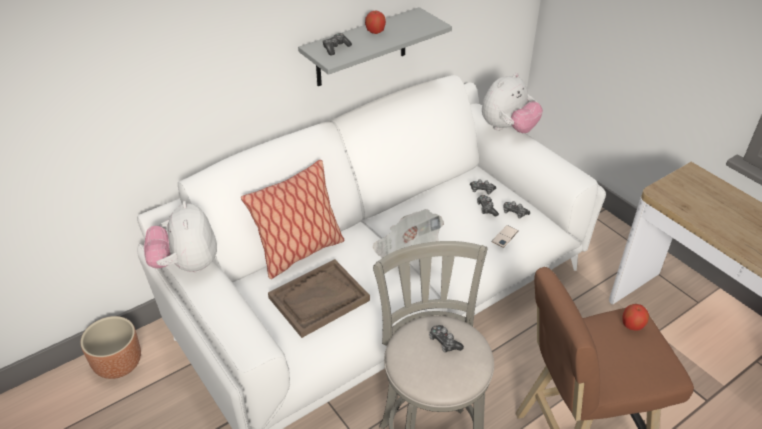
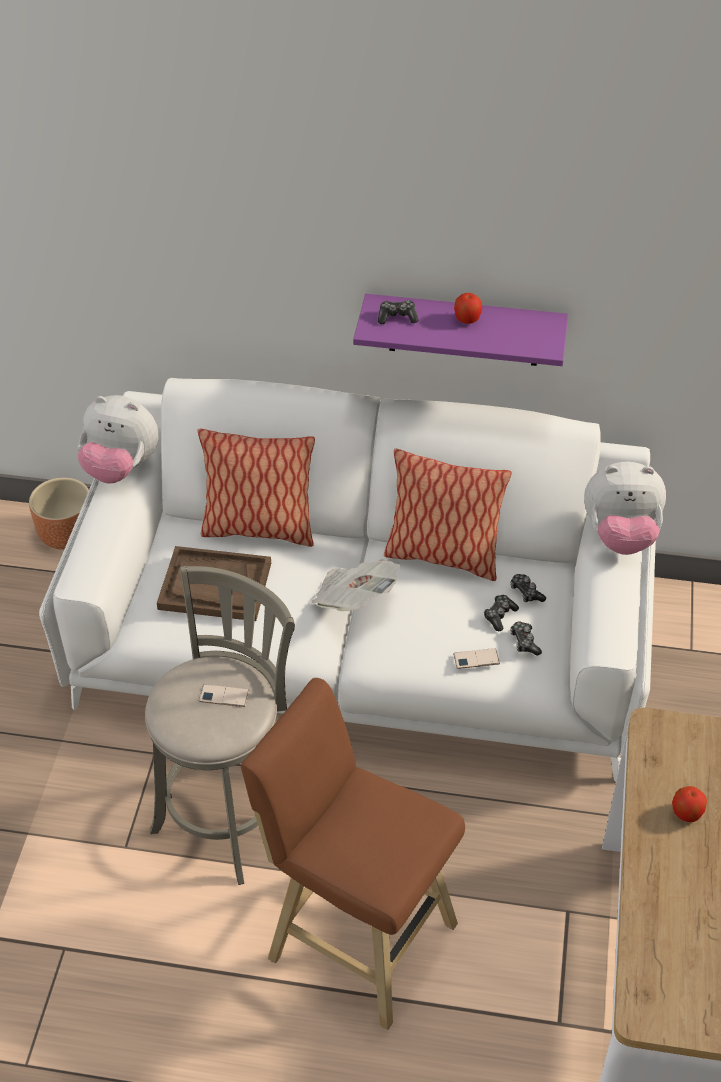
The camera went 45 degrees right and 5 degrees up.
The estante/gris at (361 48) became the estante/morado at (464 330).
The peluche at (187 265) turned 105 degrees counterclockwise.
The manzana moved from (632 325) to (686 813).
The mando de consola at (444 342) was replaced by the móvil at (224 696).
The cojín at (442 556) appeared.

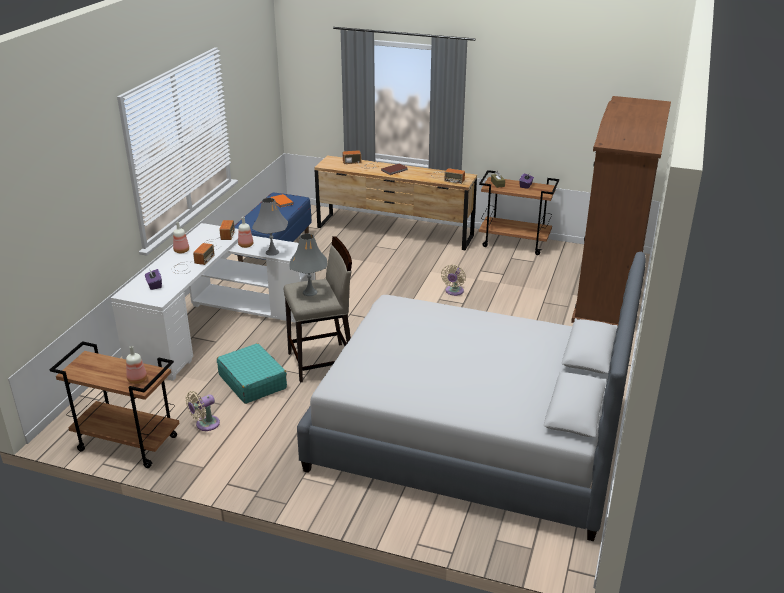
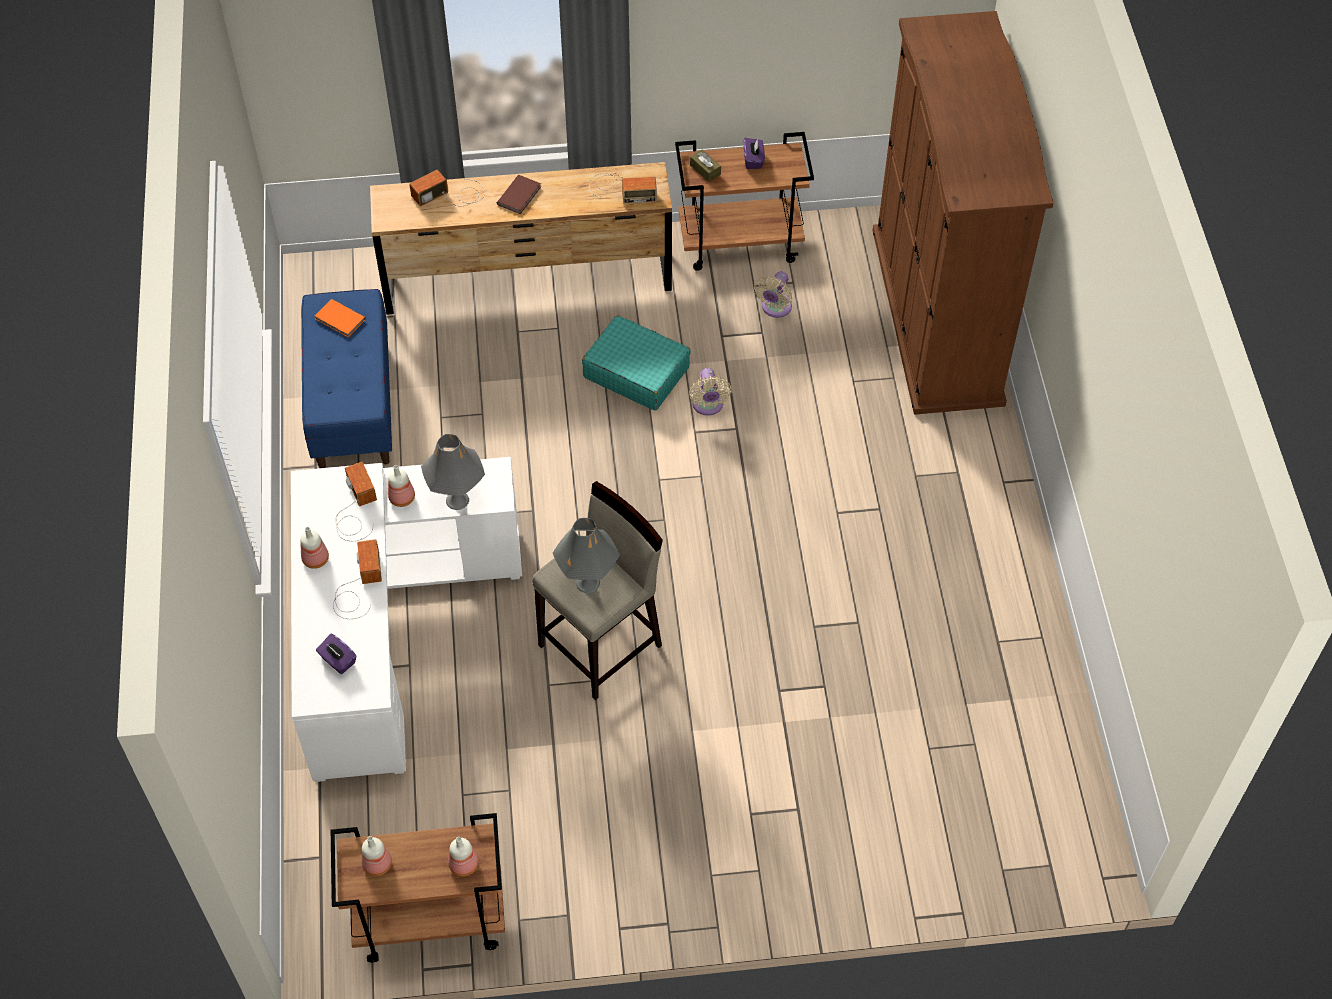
The camera went 25 degrees left and 25 degrees up.
The cama/gris at (469 435) disappeared.
The maleta/turquesa moved from (252 381) to (636 372).
The ventilador/beis moved from (205 424) to (775 308).
The botella at (377 863) appeared.

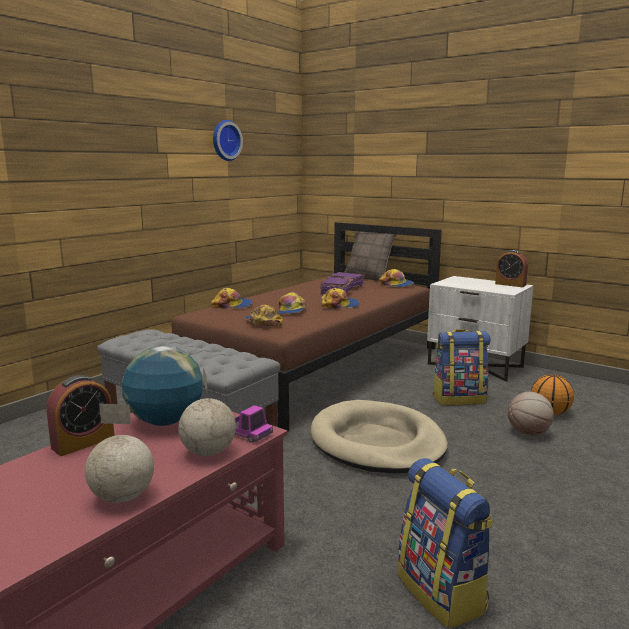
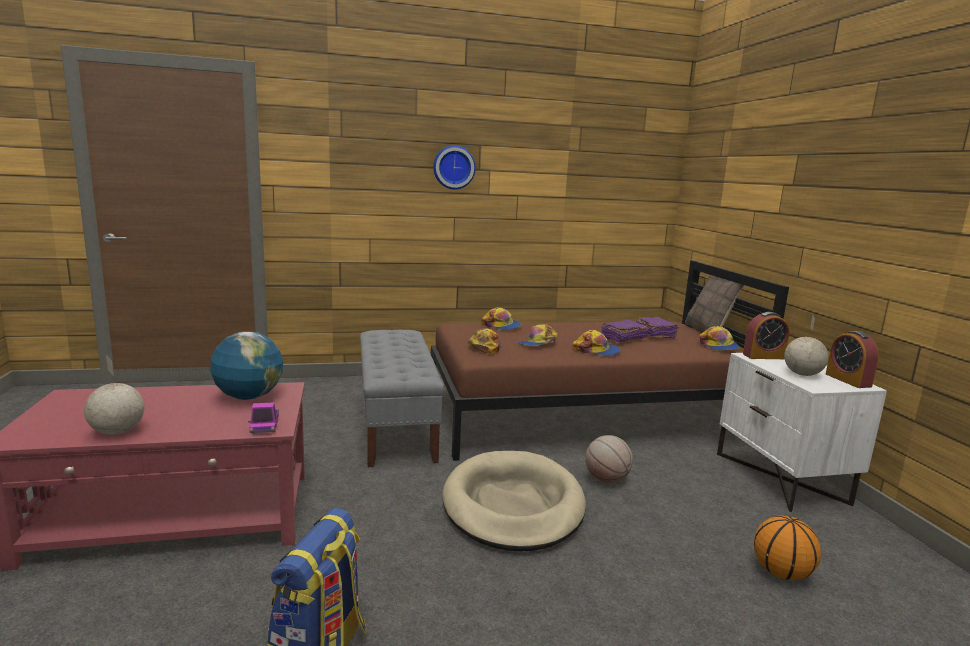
The camera went 40 degrees right and 0 degrees up.
The reloj de pared moved from (225 140) to (453 167).
The mochila at (459 399) disappeared.
The globo terráqueo moved from (209 452) to (802 374).
The despertador moved from (83 442) to (763 356).
The balón de baloncesto moved from (528 433) to (606 479).

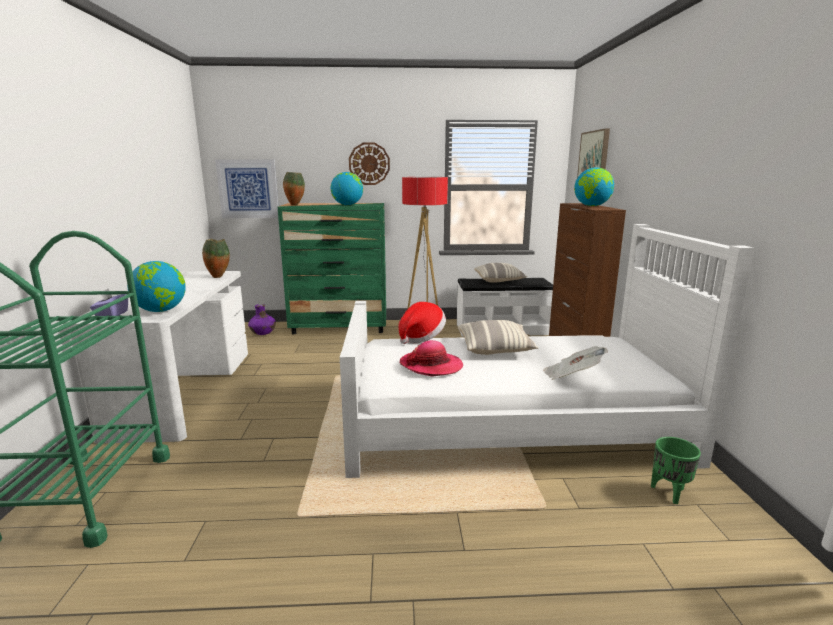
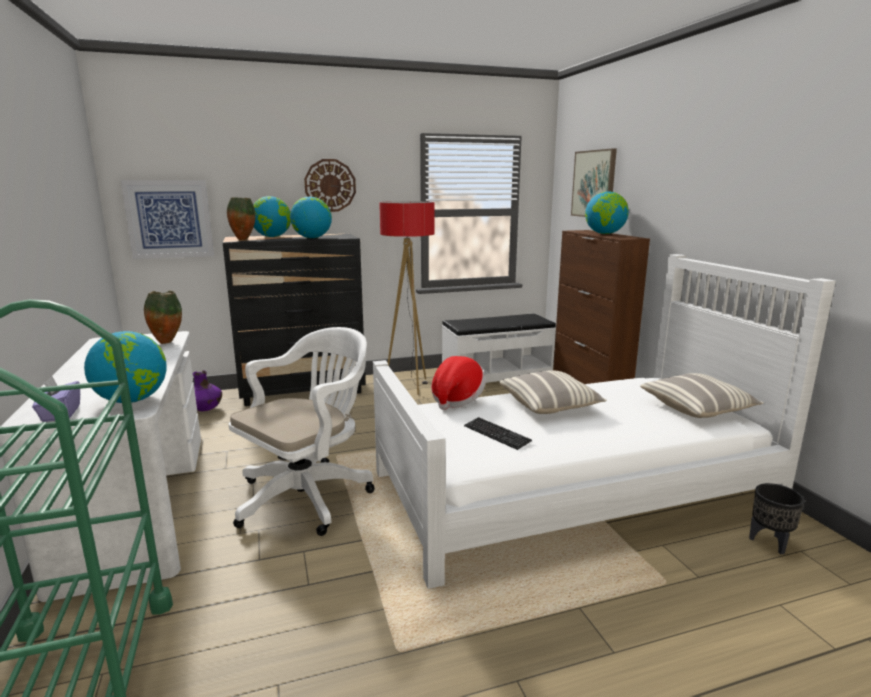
The camera went 15 degrees left and 0 degrees up.
The cómoda/verde at (340 327) became the cómoda/negro at (303 391).
The cojín moved from (499 281) to (697 408).
The sombrero at (431 366) was replaced by the teclado at (496 434).
The periódico at (571 377) disappeared.
The maceta/verde at (669 493) became the maceta/negro at (770 543).
The globo terráqueo at (272 236) appeared.
The silla de oficina/blanco at (309 495) appeared.

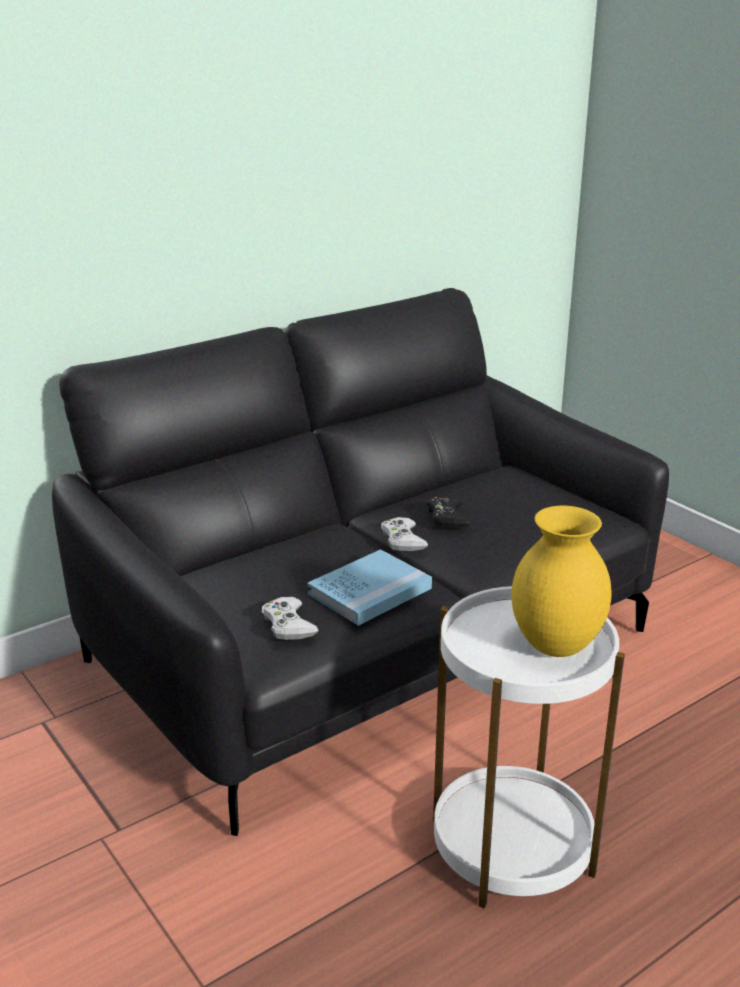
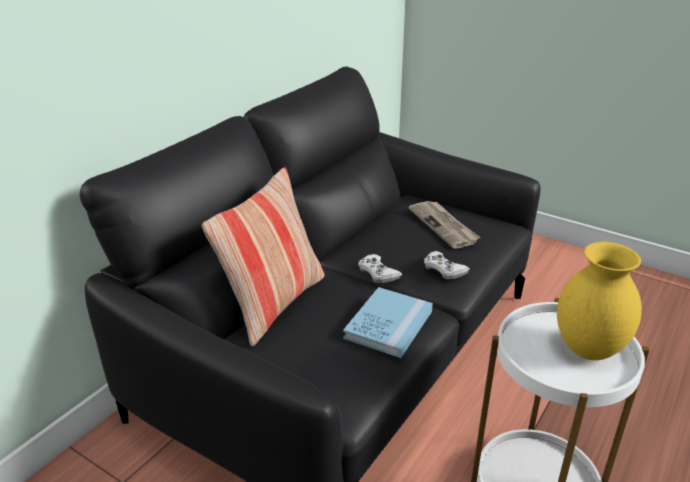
The camera went 20 degrees left and 5 degrees up.
The mando de consola/negro at (447 517) disappeared.
The mando de consola/blanco moved from (288 624) to (444 269).
The cojín at (274 303) appeared.
The periódico at (444 226) appeared.

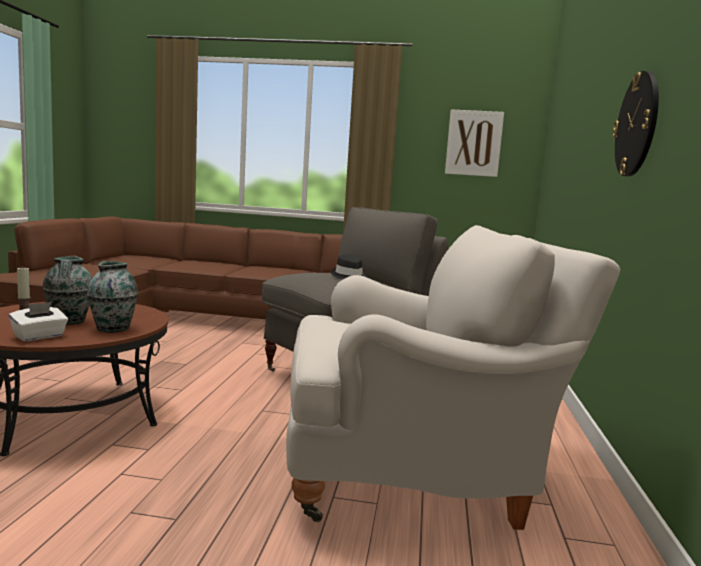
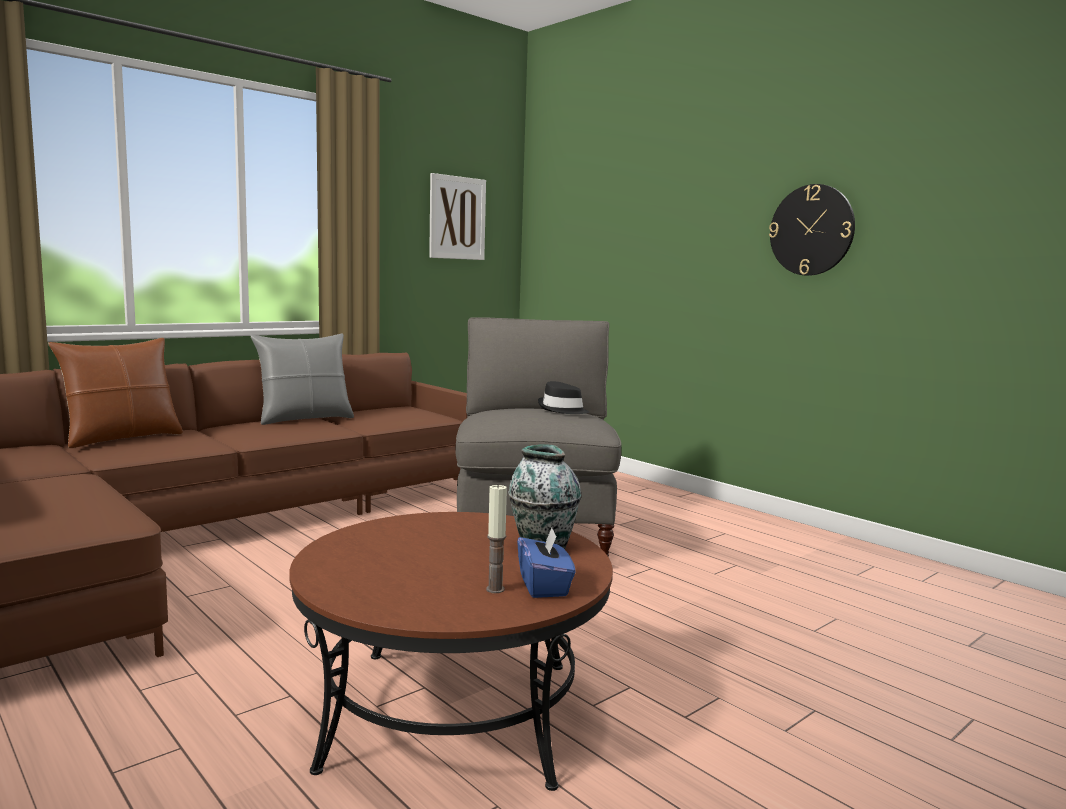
The camera went 50 degrees left and 0 degrees up.
The sillón/blanco at (414 471) disappeared.
The florero at (69 322) disappeared.
The caja de pañuelos/blanco at (39 336) became the caja de pañuelos/azul at (544 586).
The cojín/gris at (304 419) appeared.
The cojín/marrón at (122 438) appeared.

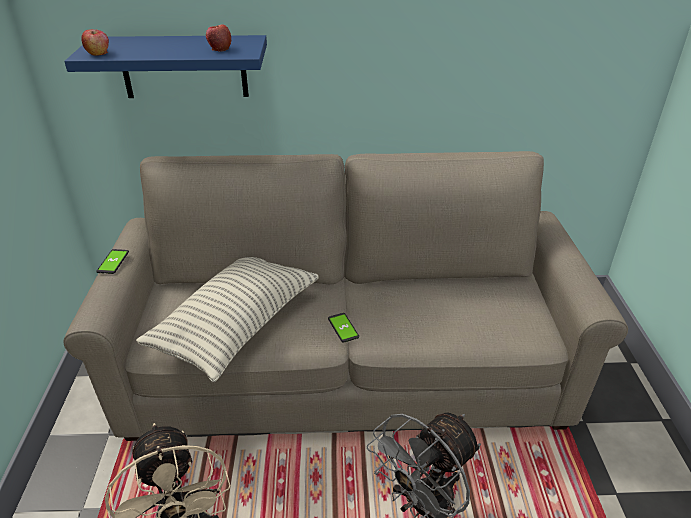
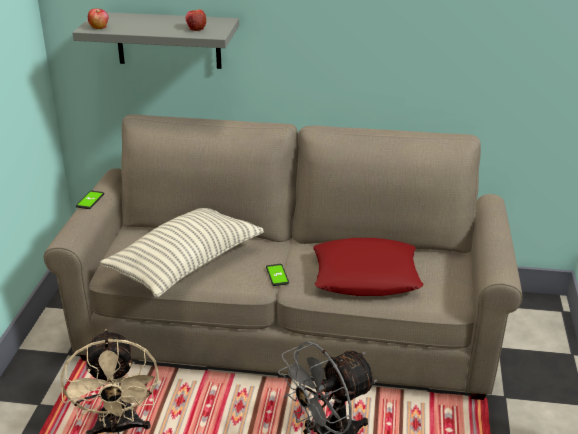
The camera went 10 degrees right and 5 degrees down.
The estante/azul at (184 67) became the estante/gris at (168 40).
The cojín/rojo at (366 276) appeared.

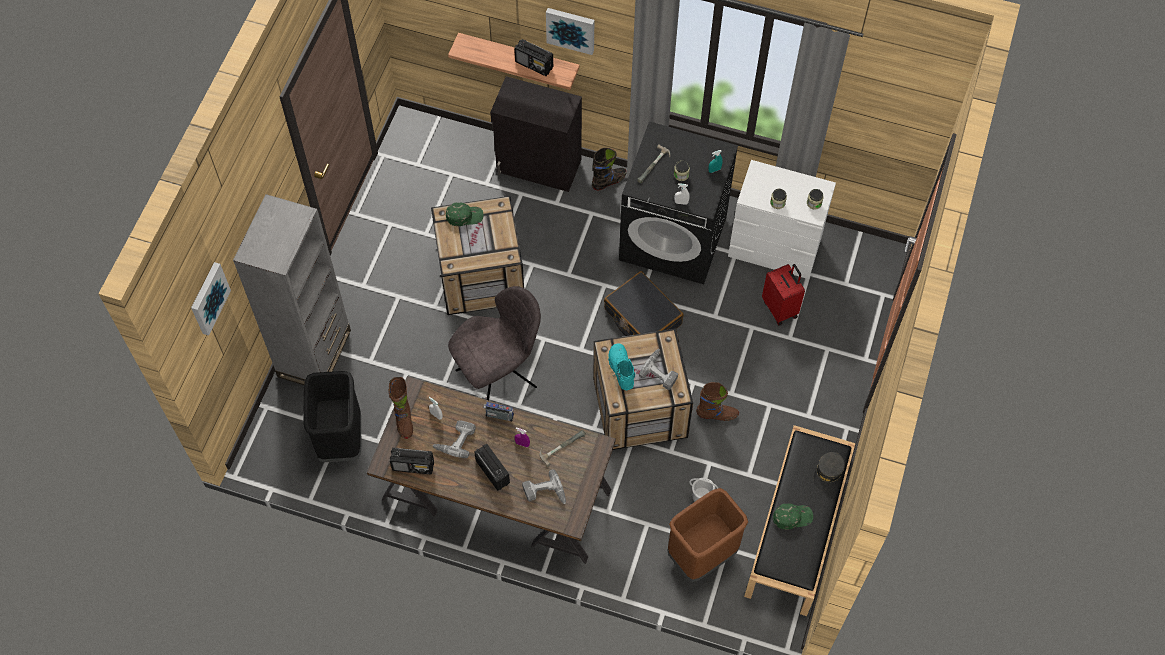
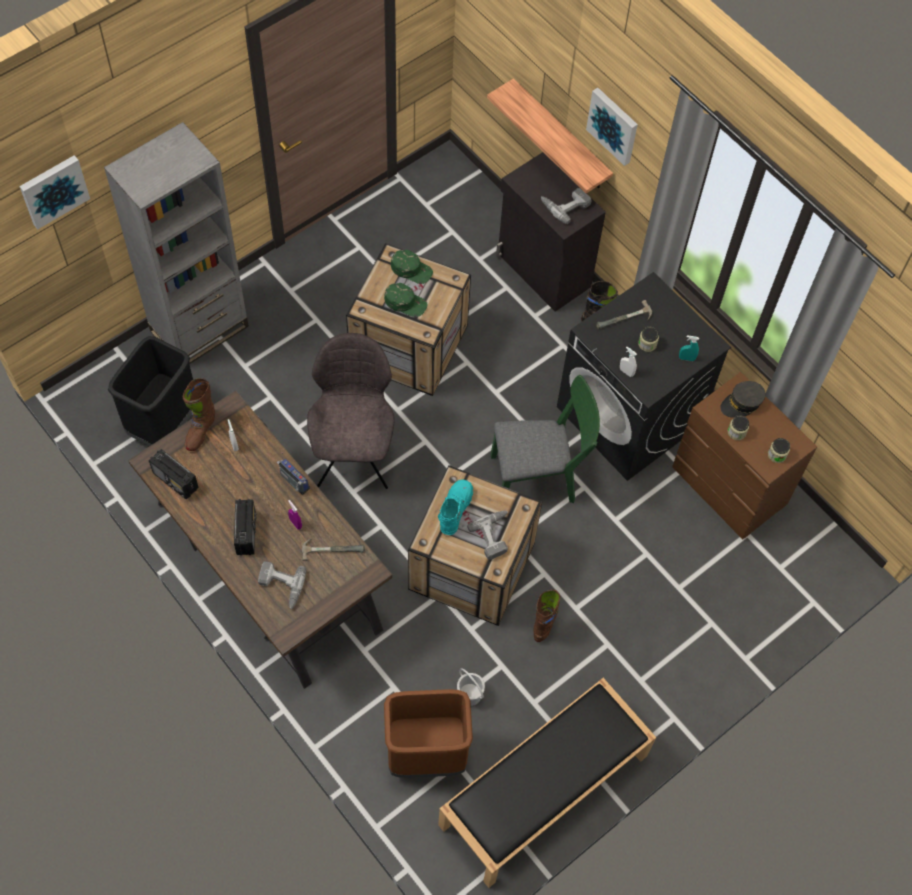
The camera went 30 degrees right and 0 degrees up.
The radio at (534 65) disappeared.
The cómoda/blanco at (775 248) became the cómoda/marrón at (729 487).
The maleta/rojo at (780 308) disappeared.
The maleta/negro at (642 317) was replaced by the silla/verde at (540 477).
The silla/gris at (499 377) turned 90 degrees counterclockwise.
The bota/marrón at (717 414) turned 105 degrees counterclockwise.
The taladro moved from (455 440) to (565 205).
The gorra/gris moved from (827 473) to (741 403).
The gorra/verde moved from (792 517) to (405 302).

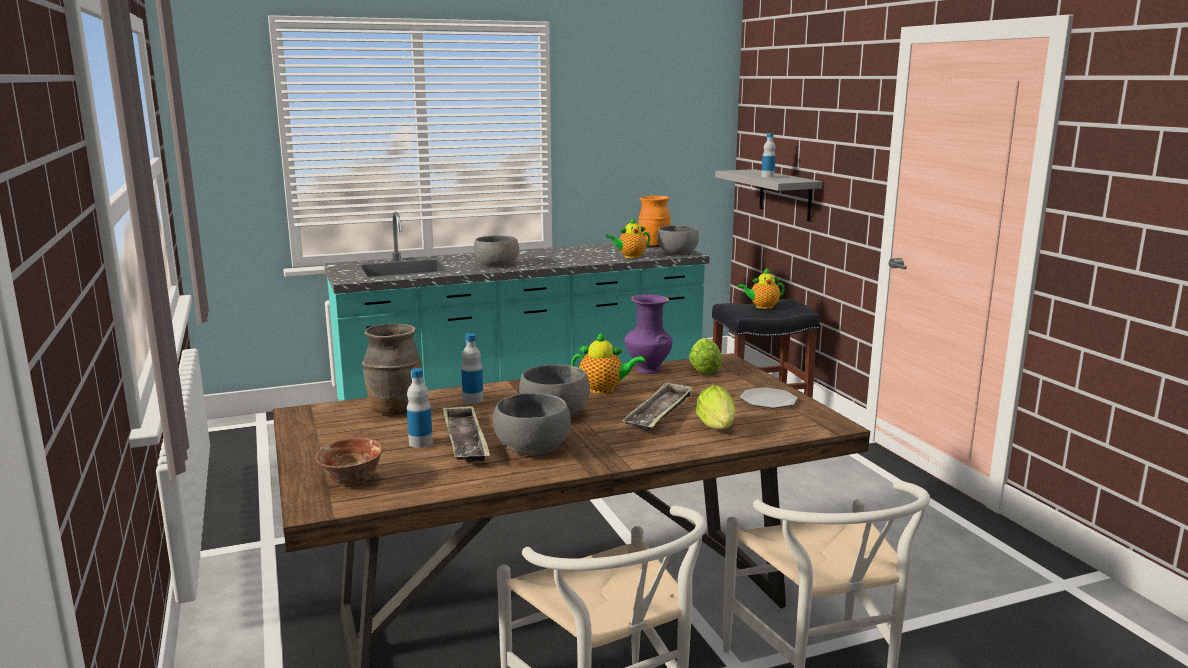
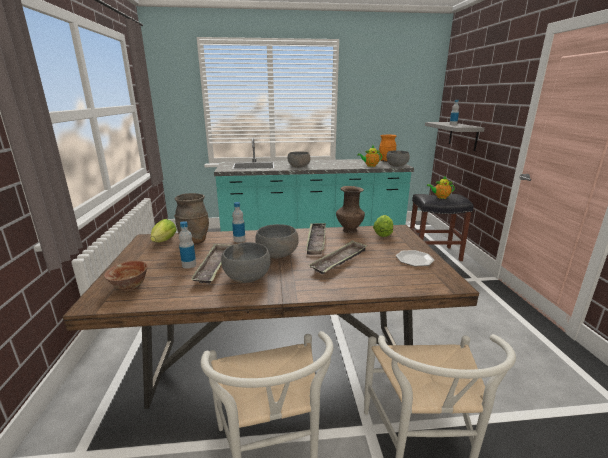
The camera went 15 degrees right and 5 degrees up.
The florero/morado at (647 370) became the florero/marrón at (349 230).
The tetera at (604 389) was replaced by the bandeja at (316 241).
The lechuga moved from (718 429) to (163 242).

